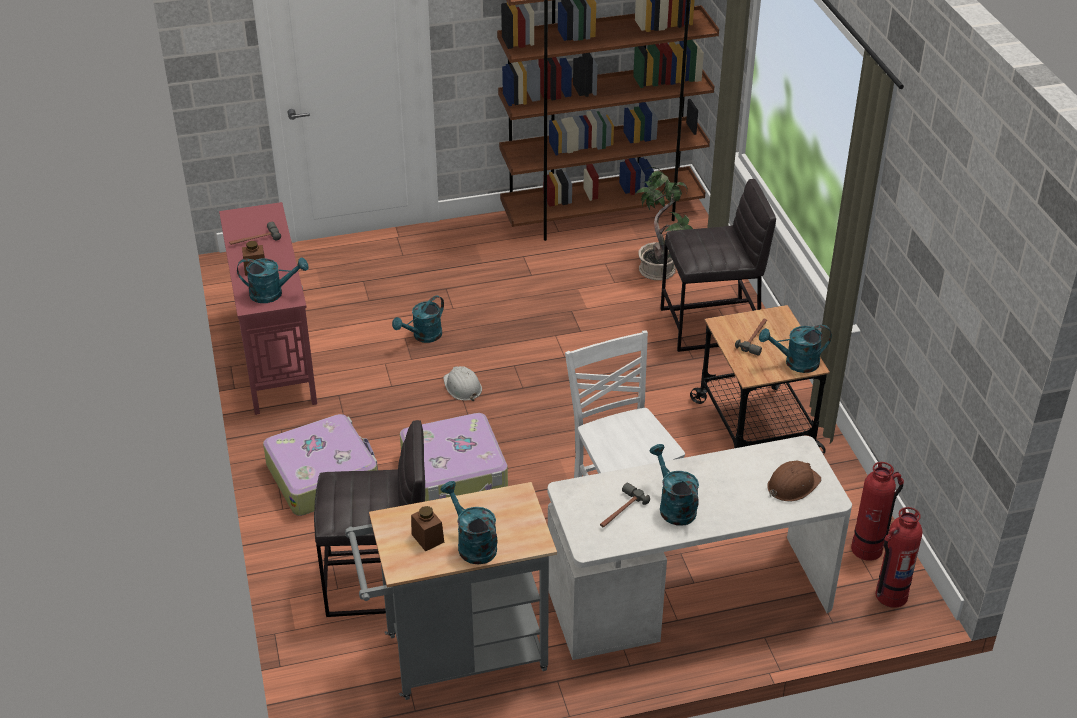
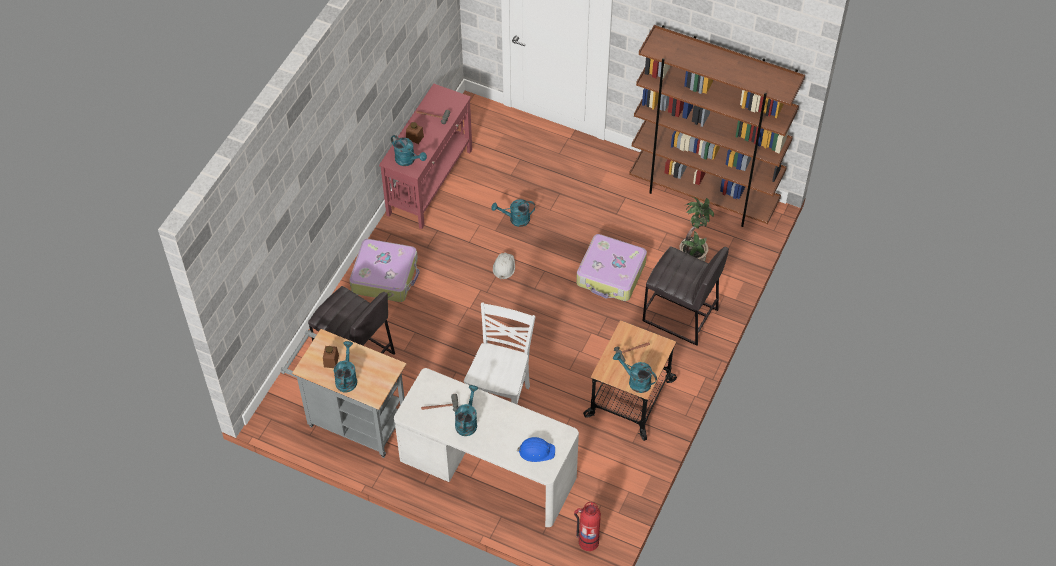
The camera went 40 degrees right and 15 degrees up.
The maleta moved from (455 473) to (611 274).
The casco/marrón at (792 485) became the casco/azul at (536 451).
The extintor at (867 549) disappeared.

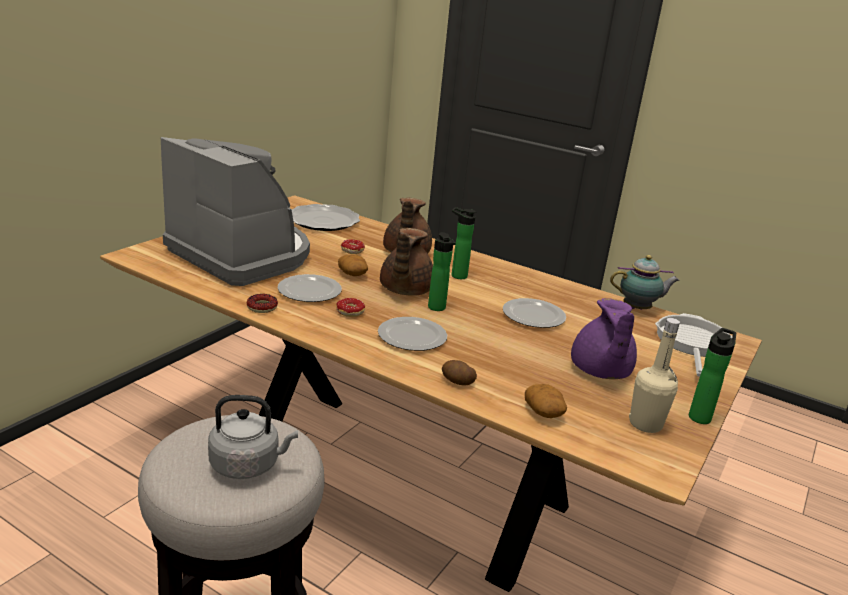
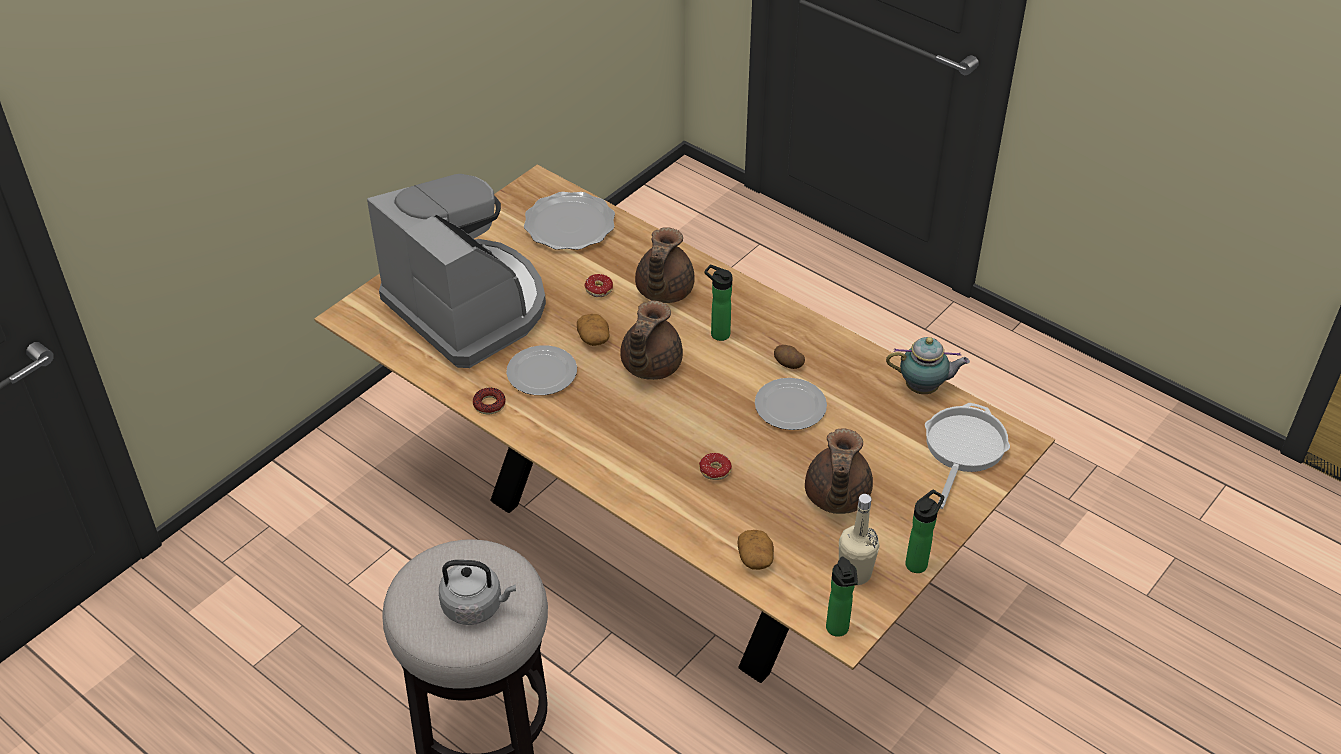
The camera went 10 degrees right and 20 degrees up.
The botella moved from (437 308) to (838 630).
The rosquilla moved from (348 314) to (713 475).
The tetera/morado at (600 371) became the tetera/marrón at (836 497).
The plato at (411 337) disappeared.
The patata moved from (457 382) to (788 364).

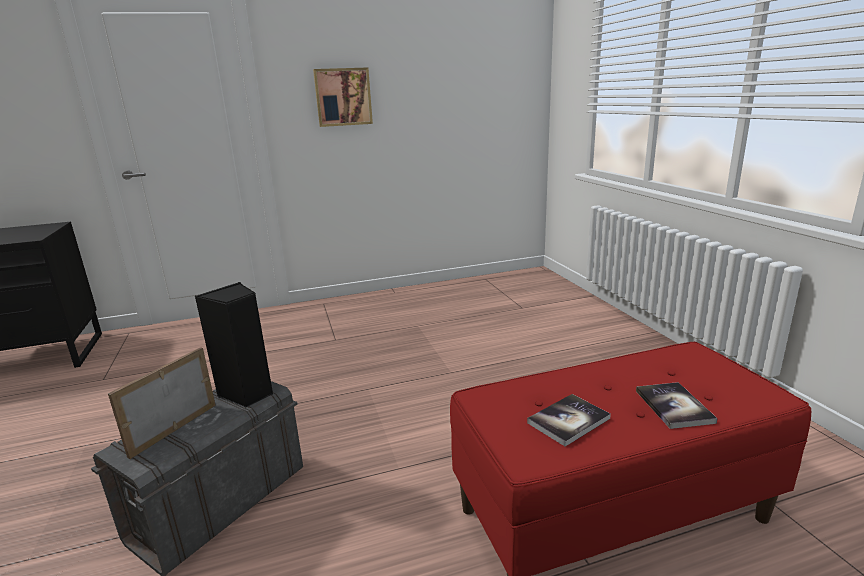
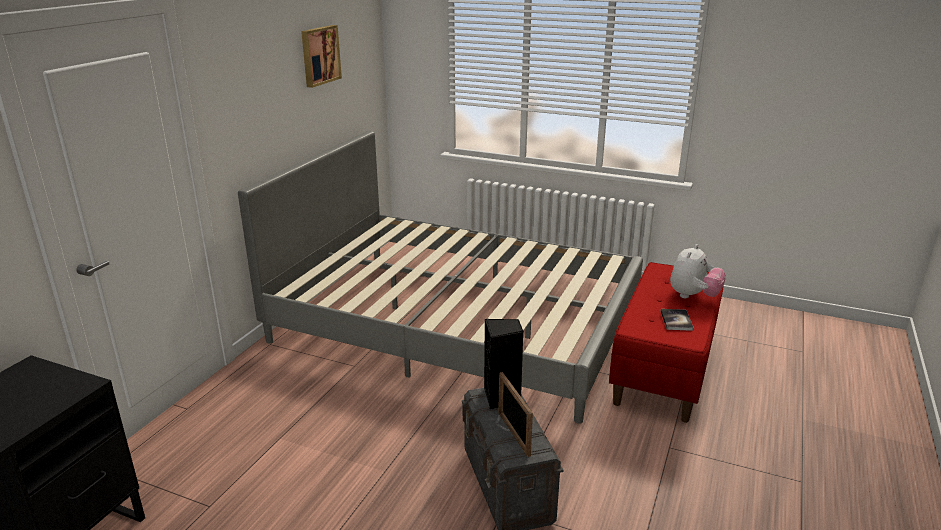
The camera went 50 degrees left and 5 degrees up.
The cuadro moved from (343 97) to (319 55).
The libro at (674 406) was replaced by the peluche at (693 296).
The cama/gris at (457 323) appeared.

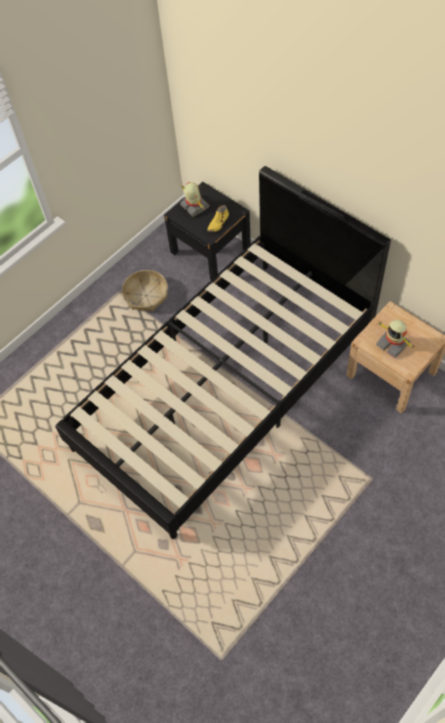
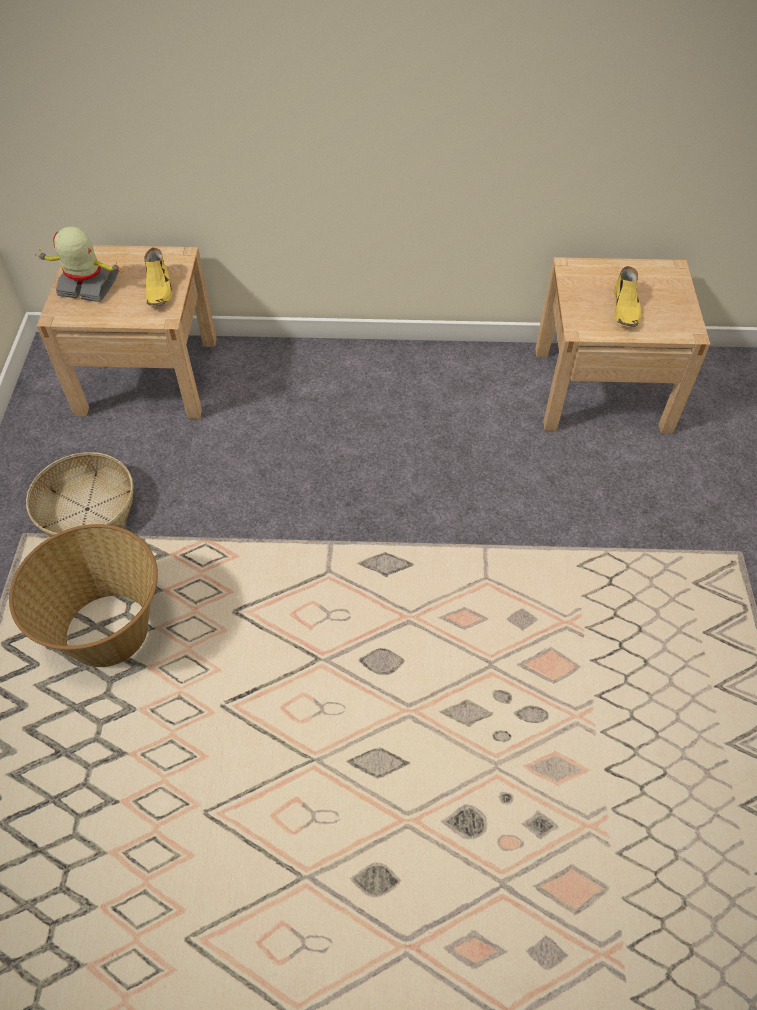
The camera went 45 degrees left and 5 degrees down.
The cama/negro at (225 388) disappeared.
The mesita de noche/negro at (210 250) became the mesita de noche/beis at (148 376).
The robot de juguete at (393 343) was replaced by the zapato/amarillo at (625 309).
The cesta at (109 632) appeared.

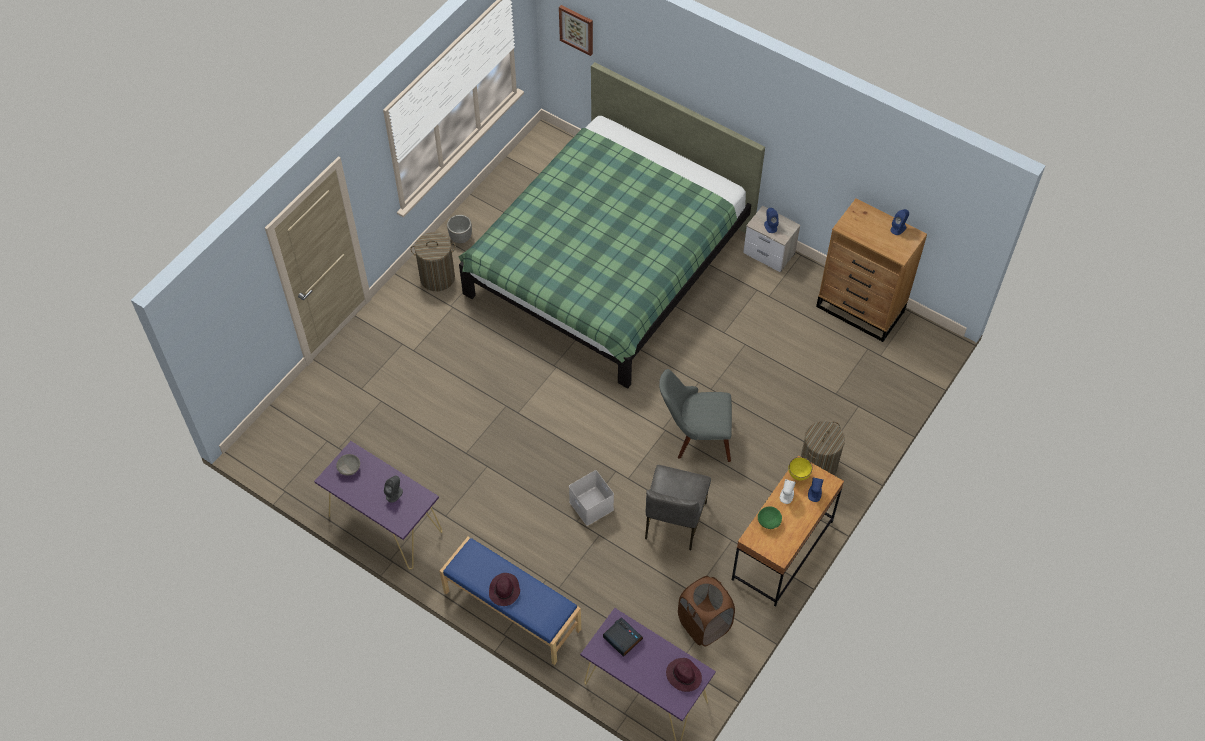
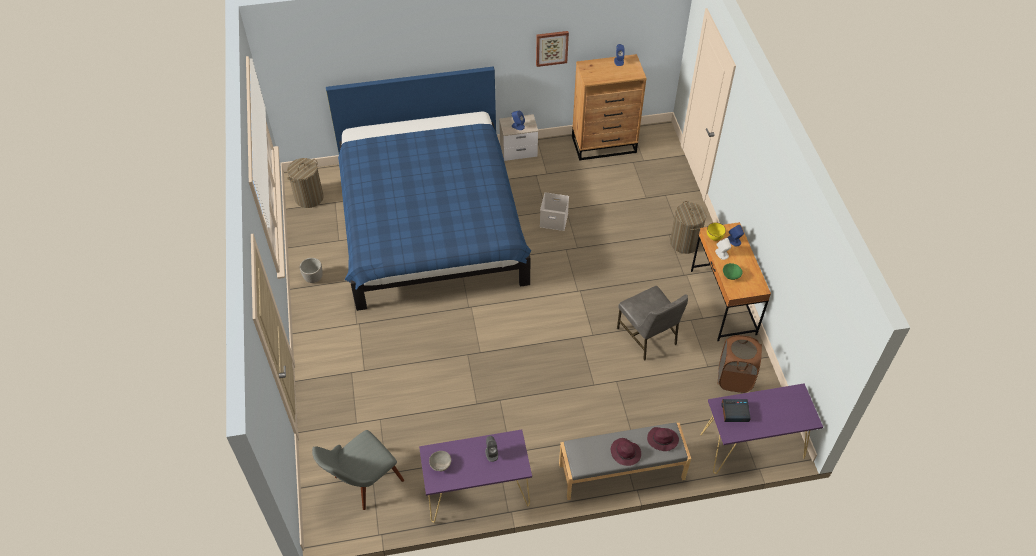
The camera went 45 degrees left and 5 degrees down.
The cuadro moved from (577 29) to (551 48).
The cama/verde at (608 263) became the cama/azul at (430 223).
The cesto de la ropa moved from (437 277) to (309 197).
The silla/gris moved from (695 436) to (362 483).
The caja de almacenaje/blanco moved from (592 506) to (554 219).
The banco/azul at (511 611) became the banco/gris at (621 472).
The sombrero/morado moved from (683 675) to (662 440).

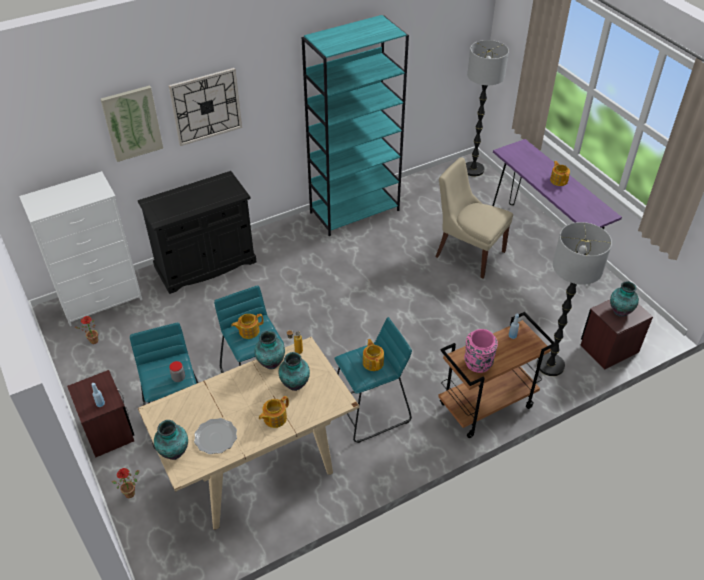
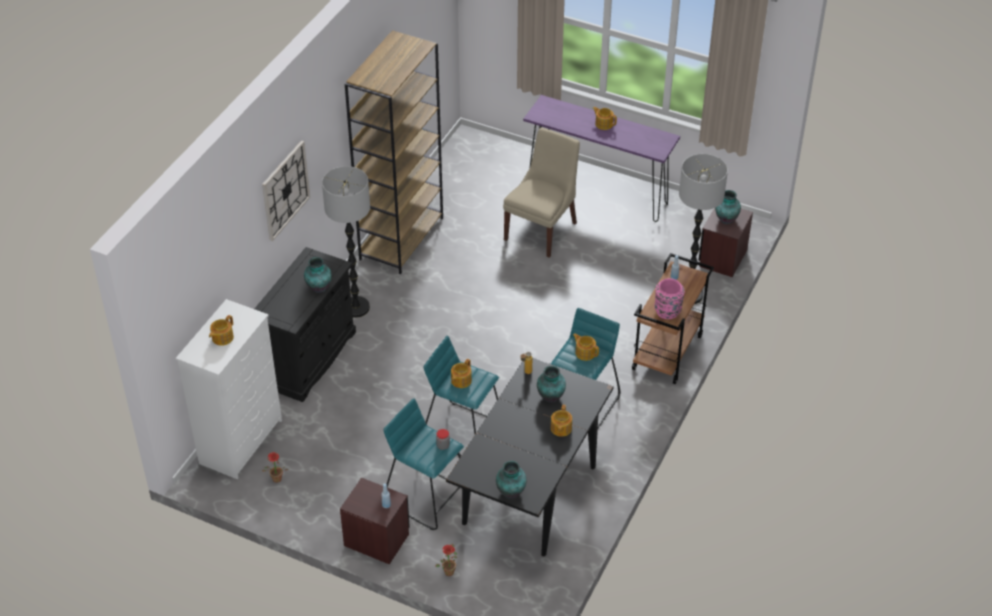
The camera went 35 degrees left and 0 degrees up.
The estantería/turquesa at (355 211) became the estantería/marrón at (401 238).
The lámpara de pie moved from (473 170) to (356 307).
The cuadro at (132 123) disappeared.
The silla/beis at (468 253) turned 120 degrees clockwise.
The florero moved from (270 363) to (318 288).
The mesa de comedor/beis at (257 464) became the mesa de comedor/negro at (530 493).
The plato at (216 437) disappeared.
The tetera at (222 338) appeared.

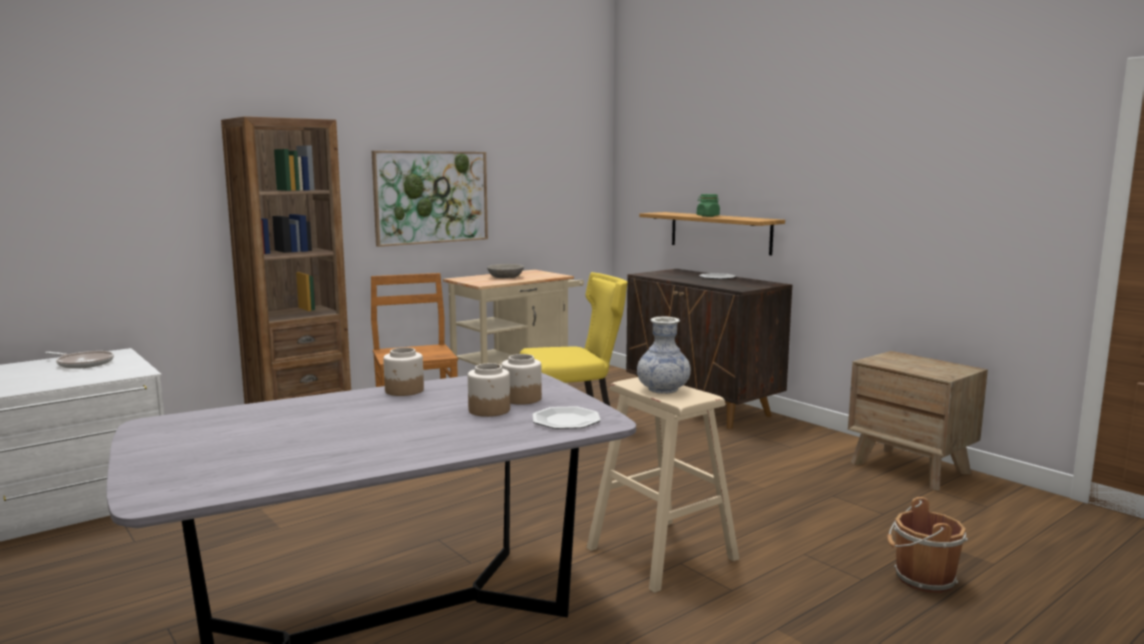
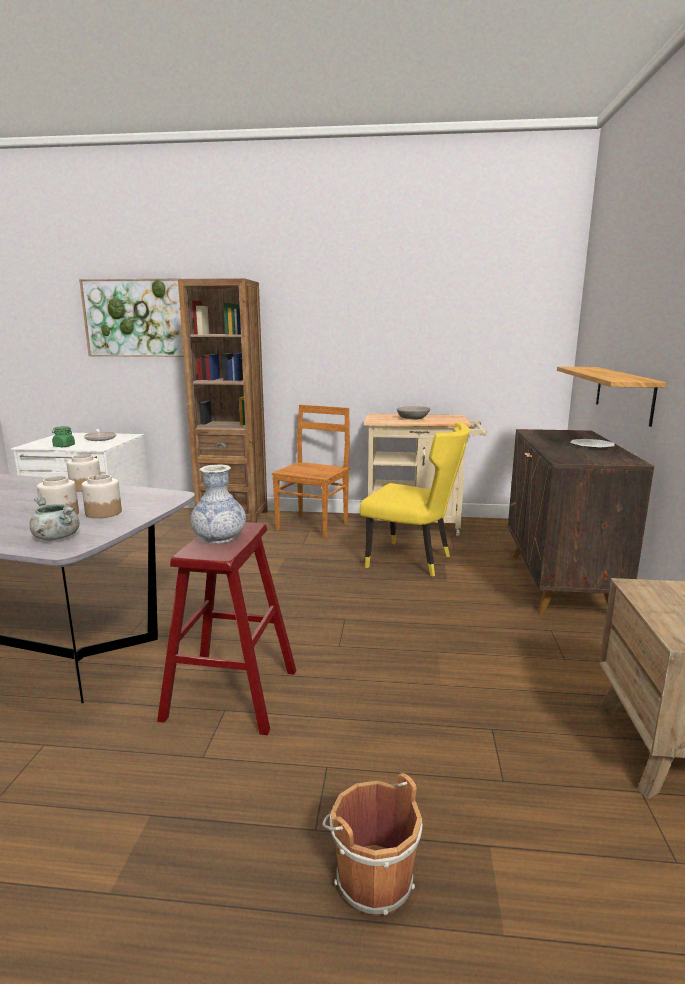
The camera went 45 degrees right and 5 degrees up.
The cuadro moved from (431 197) to (134 318).
The tarro/verde moved from (707 216) to (64 446).
The taburete/beis at (662 553) became the taburete/rojo at (231 694).
The plato at (566 420) was replaced by the olla/gris at (56 537).

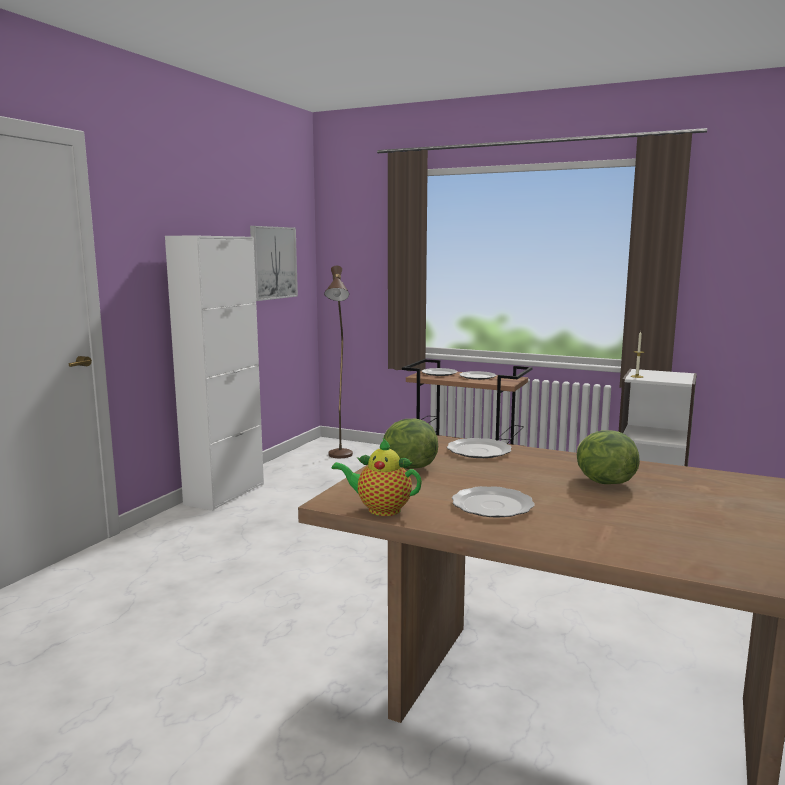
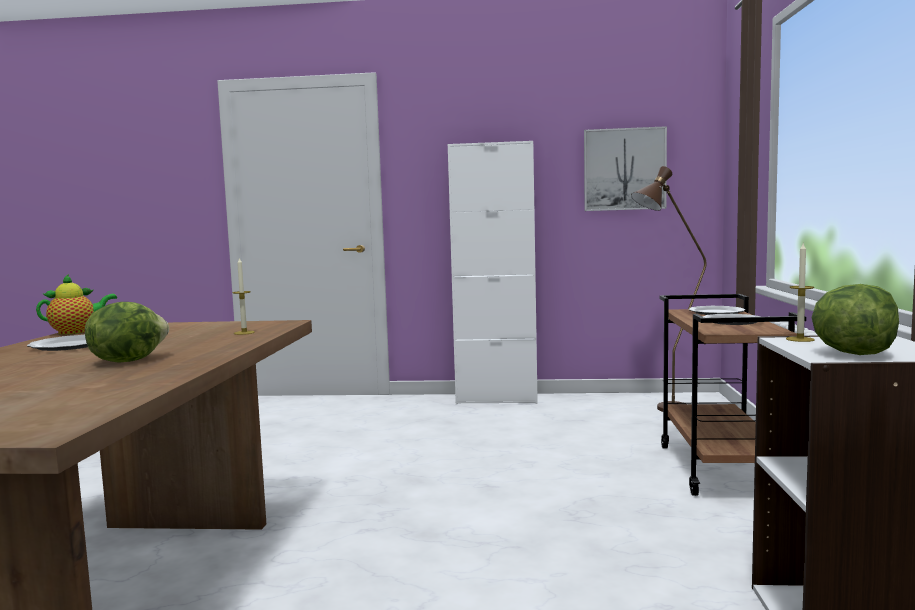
The camera went 70 degrees right and 5 degrees down.
The lechuga moved from (408 467) to (854 353).
The tetera at (380 509) turned 60 degrees clockwise.
The plato at (478 451) was replaced by the vela at (244 333).

